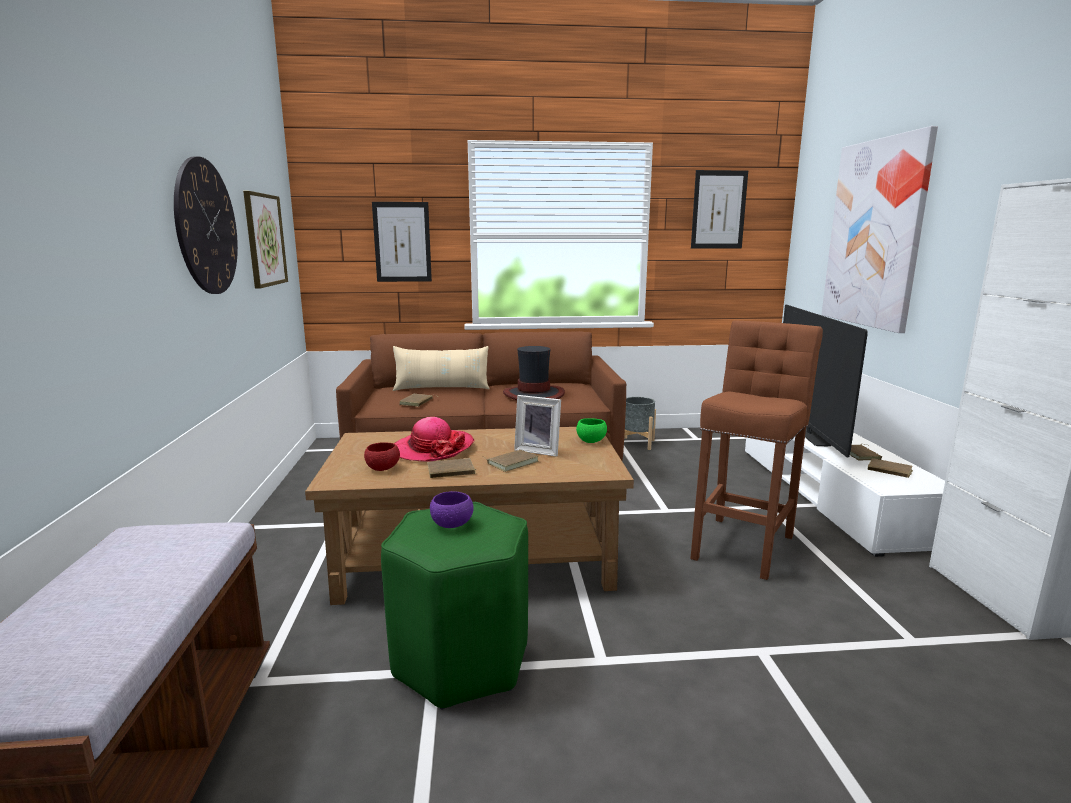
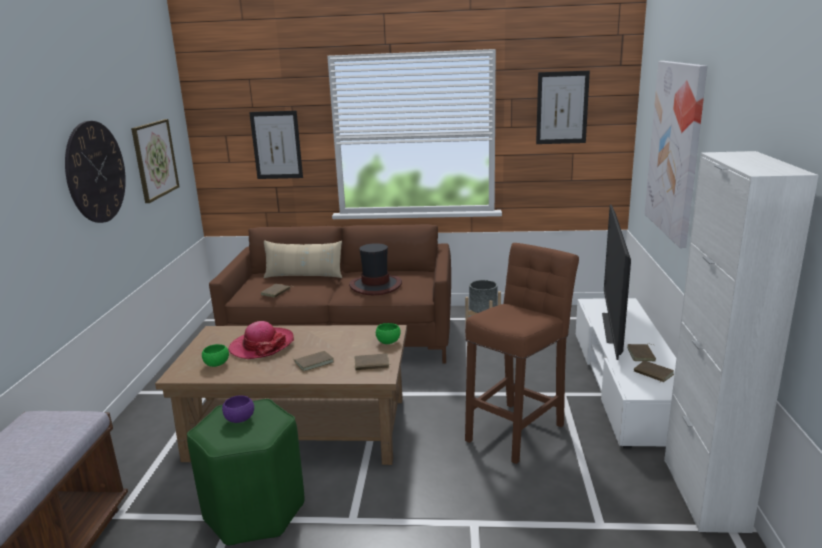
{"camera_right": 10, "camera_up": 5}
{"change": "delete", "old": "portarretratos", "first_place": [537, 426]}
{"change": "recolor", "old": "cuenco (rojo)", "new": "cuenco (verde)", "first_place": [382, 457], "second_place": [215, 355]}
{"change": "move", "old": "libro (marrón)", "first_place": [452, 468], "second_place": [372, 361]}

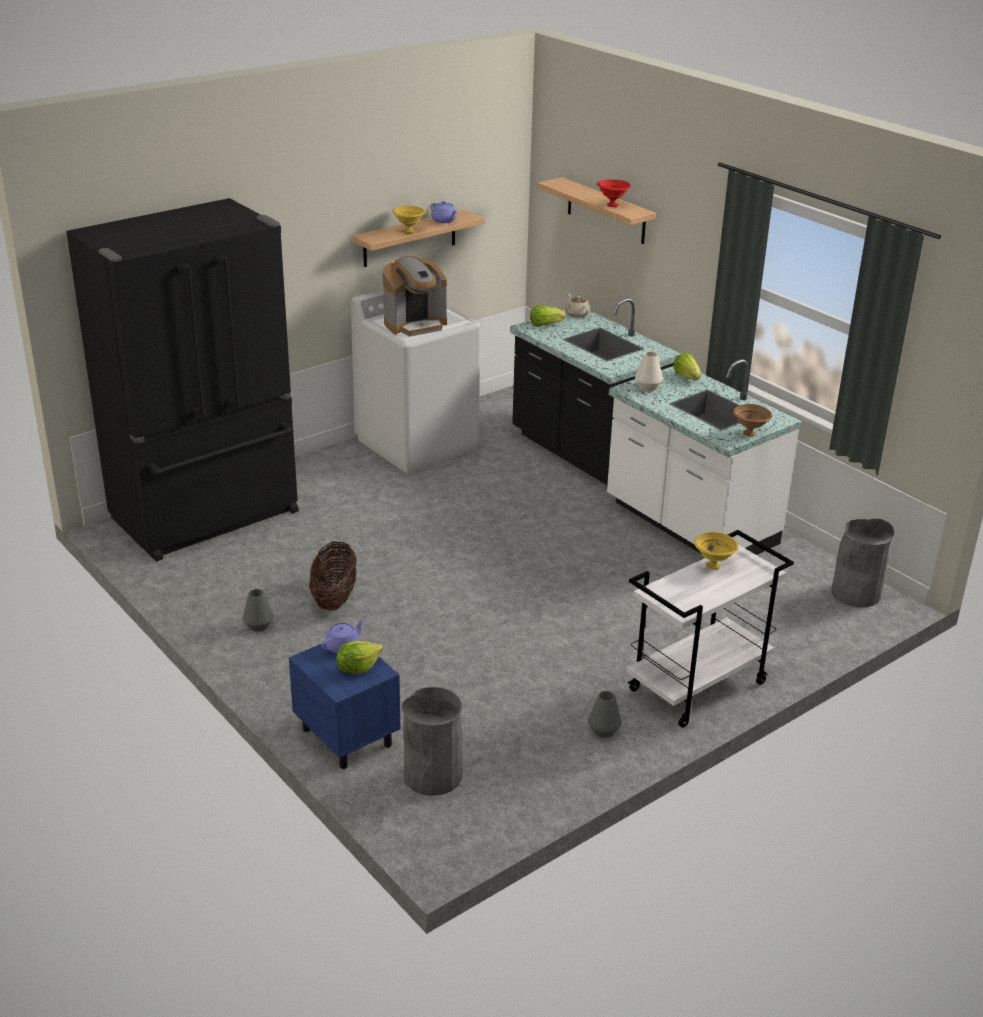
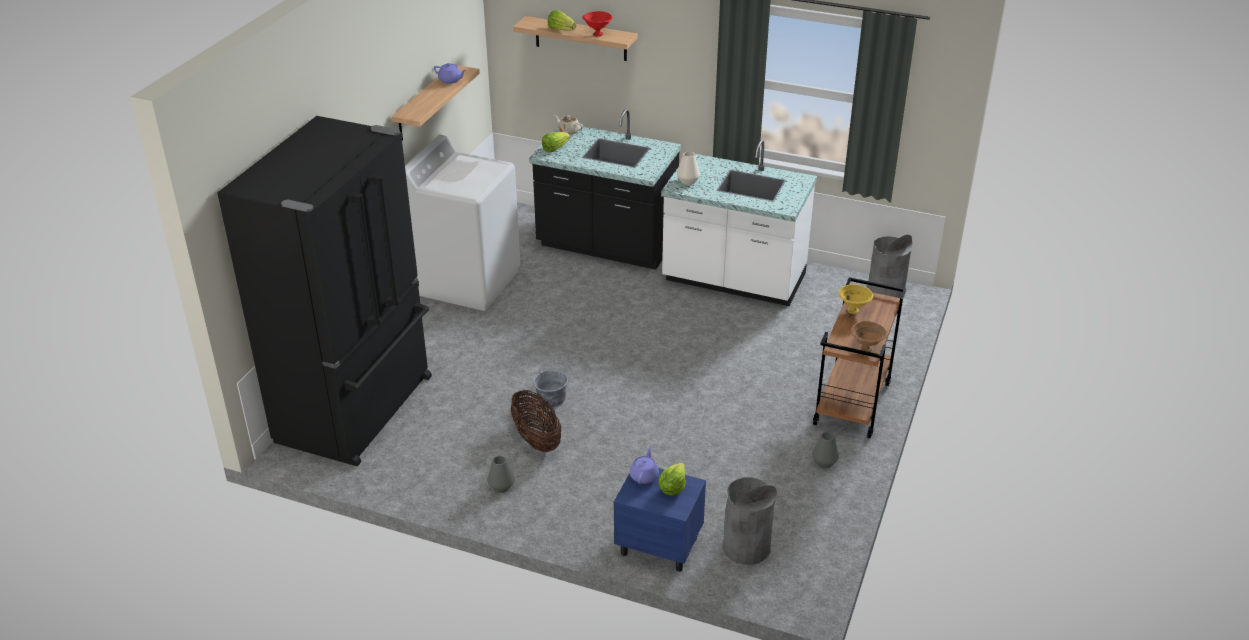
{"camera_right": -30, "camera_up": 5}
{"change": "delete", "old": "cuenco (amarillo)", "first_place": [409, 219]}
{"change": "delete", "old": "cafetera", "first_place": [415, 296]}
{"change": "move", "old": "lechuga", "first_place": [687, 366], "second_place": [562, 20]}
{"change": "move", "old": "cuenco (marrón)", "first_place": [753, 420], "second_place": [869, 336]}
{"change": "recolor", "old": "carrito (blanco)", "new": "carrito (marrón)", "first_place": [710, 629], "second_place": [859, 357]}
{"change": "insert", "new": "cubo (gris)", "second_place": [550, 385]}

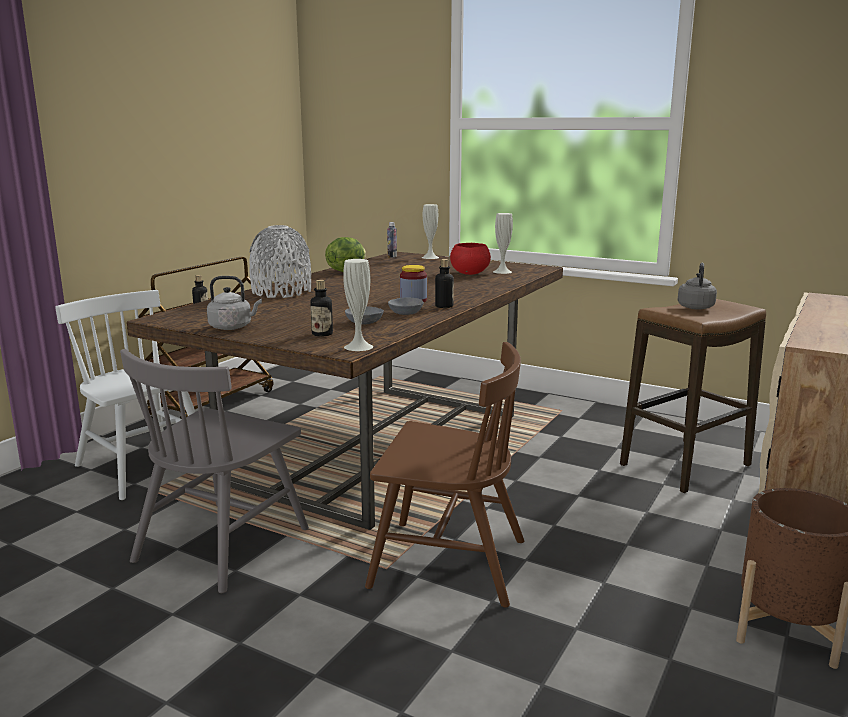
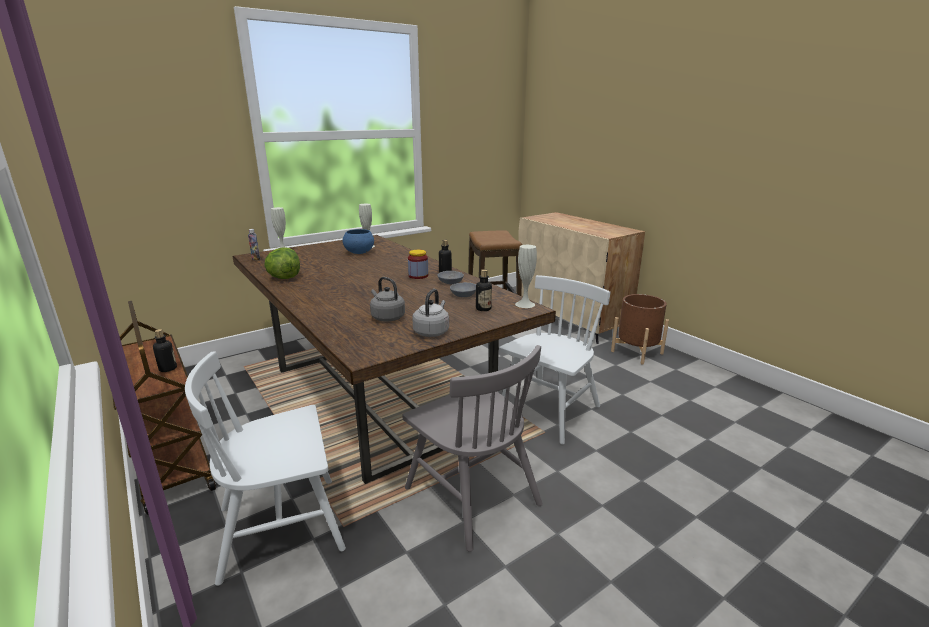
{"camera_right": -65, "camera_up": 5}
{"change": "delete", "old": "florero (gris)", "first_place": [280, 261]}
{"change": "recolor", "old": "cuenco (rojo)", "new": "cuenco (azul)", "first_place": [470, 259], "second_place": [358, 241]}
{"change": "move", "old": "hervidor (gris)", "first_place": [697, 286], "second_place": [387, 299]}
{"change": "recolor", "old": "silla (marrón)", "new": "silla (blanco)", "first_place": [444, 475], "second_place": [554, 359]}

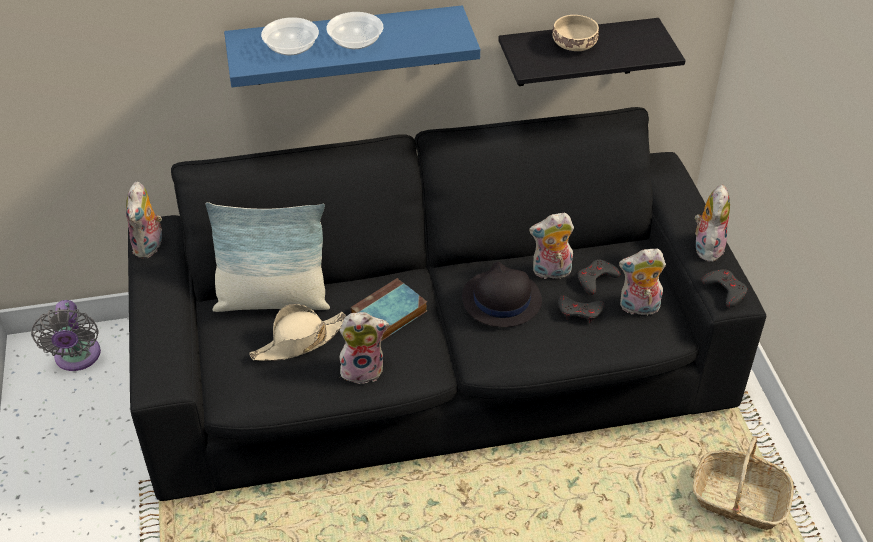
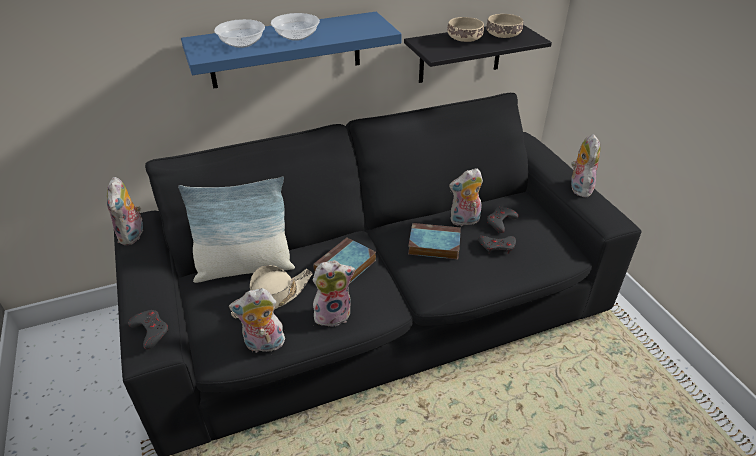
{"camera_right": -10, "camera_up": -5}
{"change": "move", "old": "peluche", "first_place": [642, 282], "second_place": [257, 320]}
{"change": "replace", "old": "sombrero (negro)", "new": "libro", "first_place": [502, 294], "second_place": [434, 241]}
{"change": "move", "old": "mando de consola (gris)", "first_place": [724, 288], "second_place": [148, 329]}
{"change": "delete", "old": "ventilador (gris)", "first_place": [66, 335]}
{"change": "delete", "old": "cesta", "first_place": [743, 483]}
{"change": "insert", "new": "cuenco (beis)", "second_place": [505, 26]}

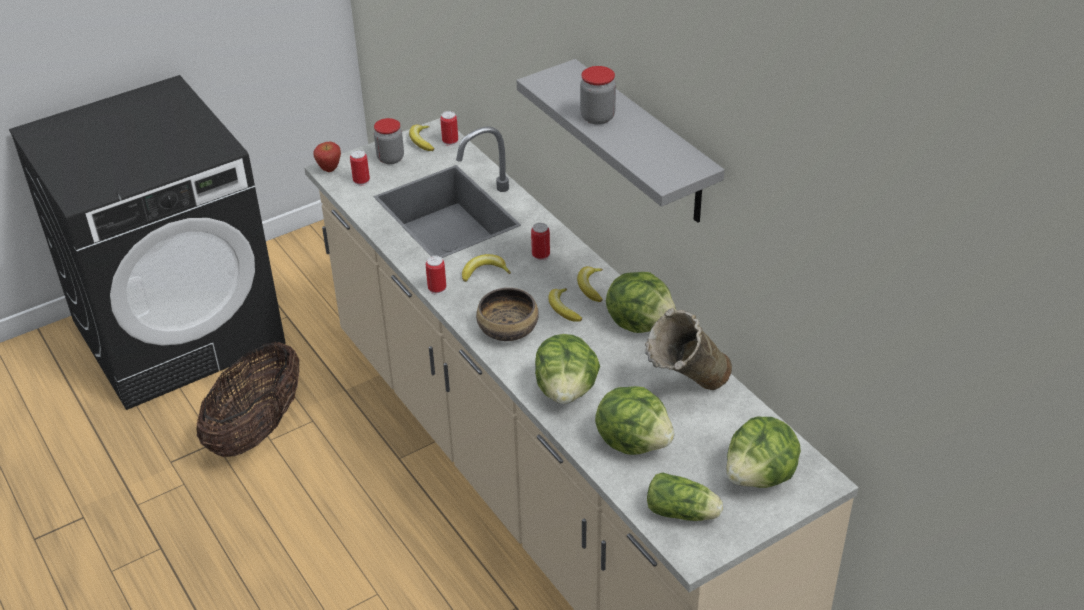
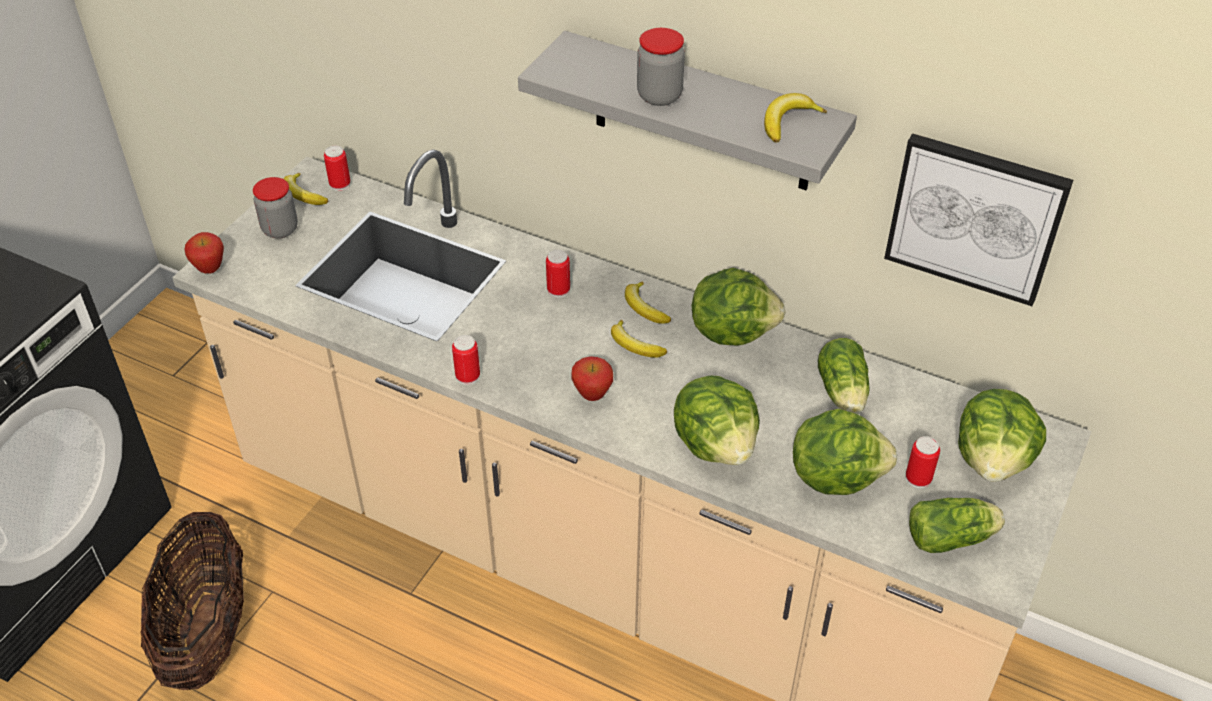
{"camera_right": -30, "camera_up": 5}
{"change": "move", "old": "lata", "first_place": [360, 168], "second_place": [923, 462]}
{"change": "move", "old": "plátano", "first_place": [486, 268], "second_place": [795, 118]}
{"change": "replace", "old": "cuenco", "new": "manzana", "first_place": [507, 314], "second_place": [592, 378]}
{"change": "replace", "old": "florero (beis)", "new": "lechuga", "first_place": [688, 349], "second_place": [843, 376]}
{"change": "insert", "new": "cuadro", "second_place": [978, 219]}

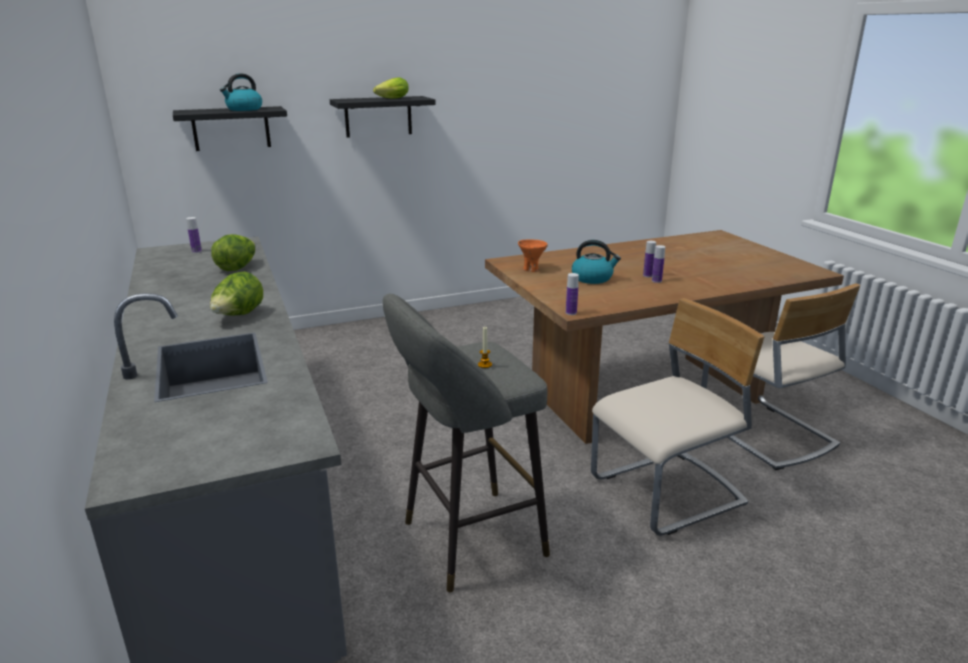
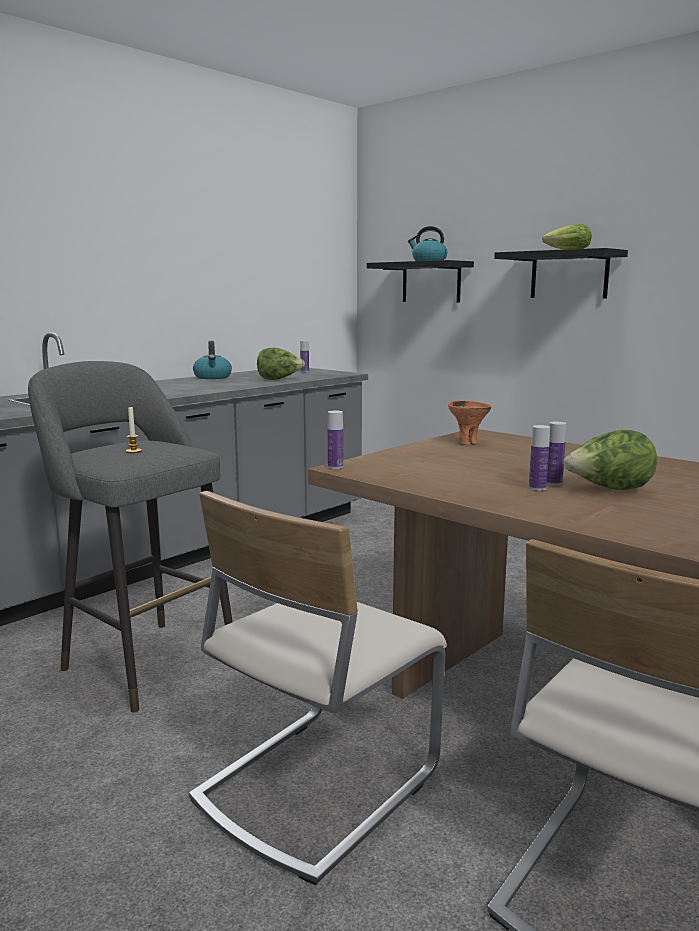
{"camera_right": 65, "camera_up": -10}
{"change": "move", "old": "hervidor", "first_place": [596, 262], "second_place": [212, 360]}
{"change": "move", "old": "lechuga", "first_place": [236, 293], "second_place": [610, 460]}
{"change": "rotate", "old": "silla (beis)", "first_place": [677, 417], "second_place": [318, 688], "degrees": 90}

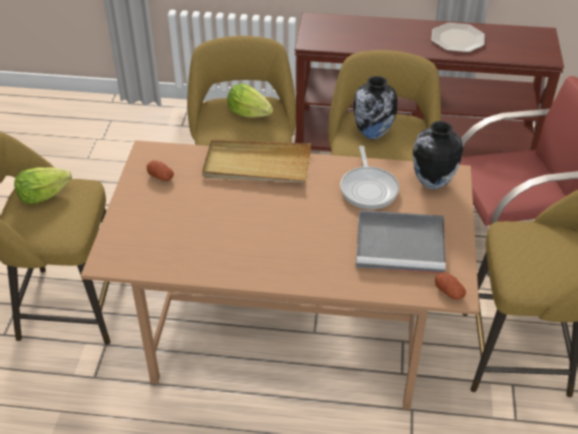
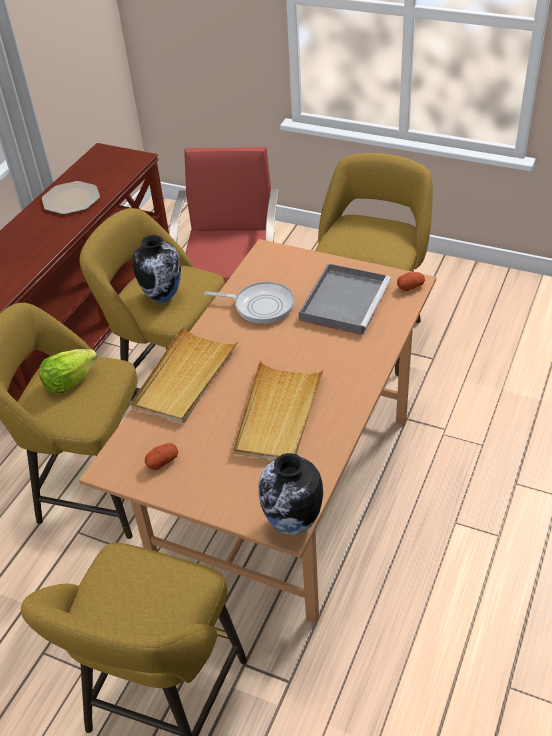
{"camera_right": -70, "camera_up": 0}
{"change": "move", "old": "florero", "first_place": [438, 155], "second_place": [290, 494]}
{"change": "delete", "old": "lechuga", "first_place": [43, 185]}
{"change": "insert", "new": "bandeja (beis)", "second_place": [278, 410]}

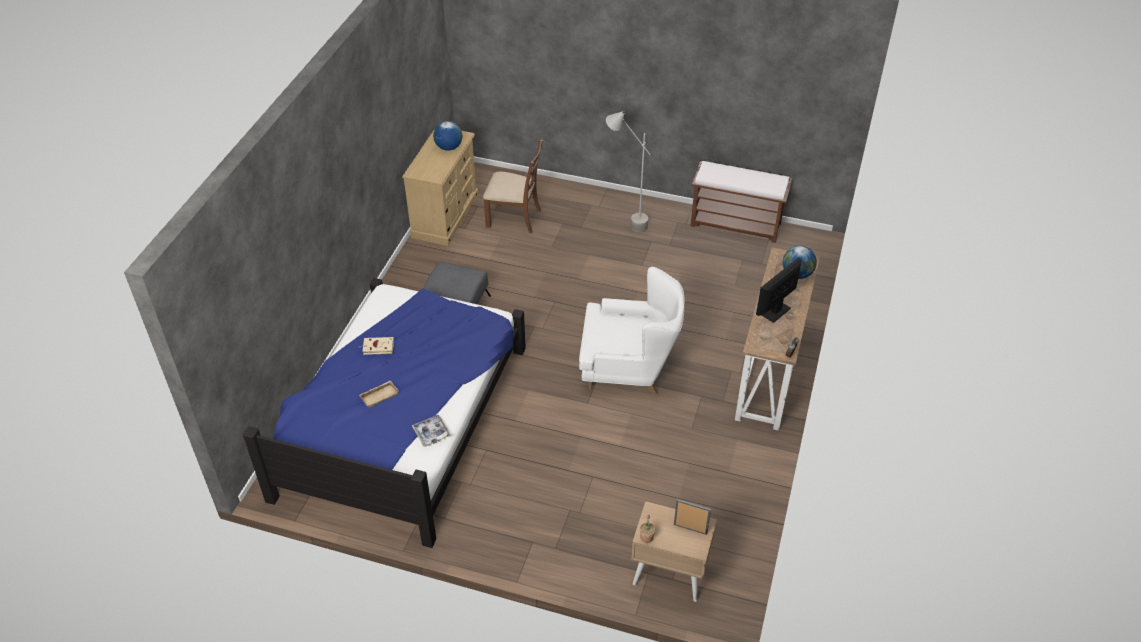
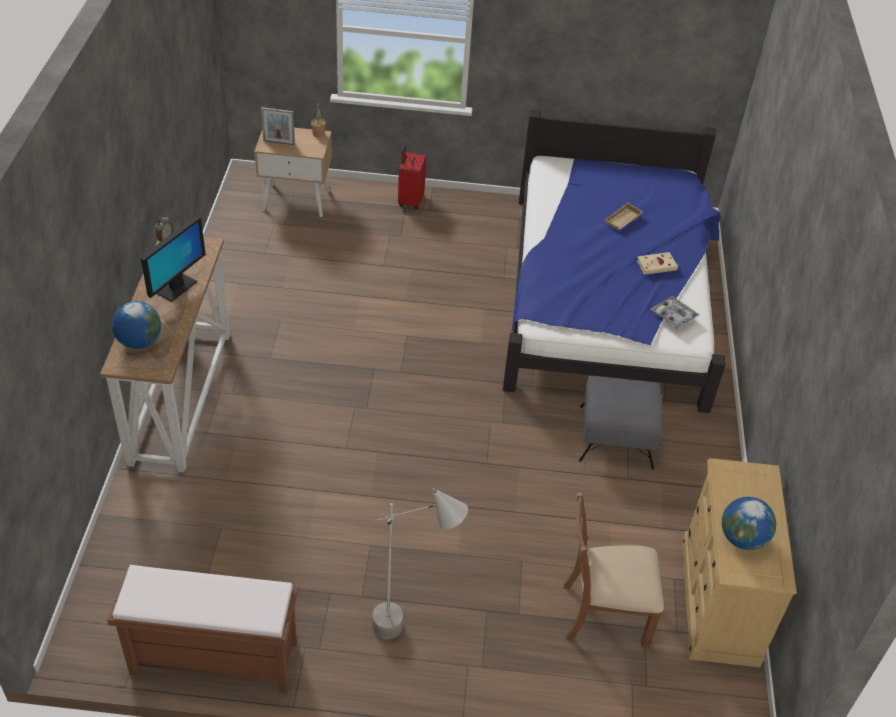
{"camera_right": 165, "camera_up": 0}
{"change": "delete", "old": "sillón (blanco)", "first_place": [632, 331]}
{"change": "move", "old": "bandeja", "first_place": [431, 431], "second_place": [675, 312]}
{"change": "insert", "new": "maleta (rojo)", "second_place": [412, 177]}

